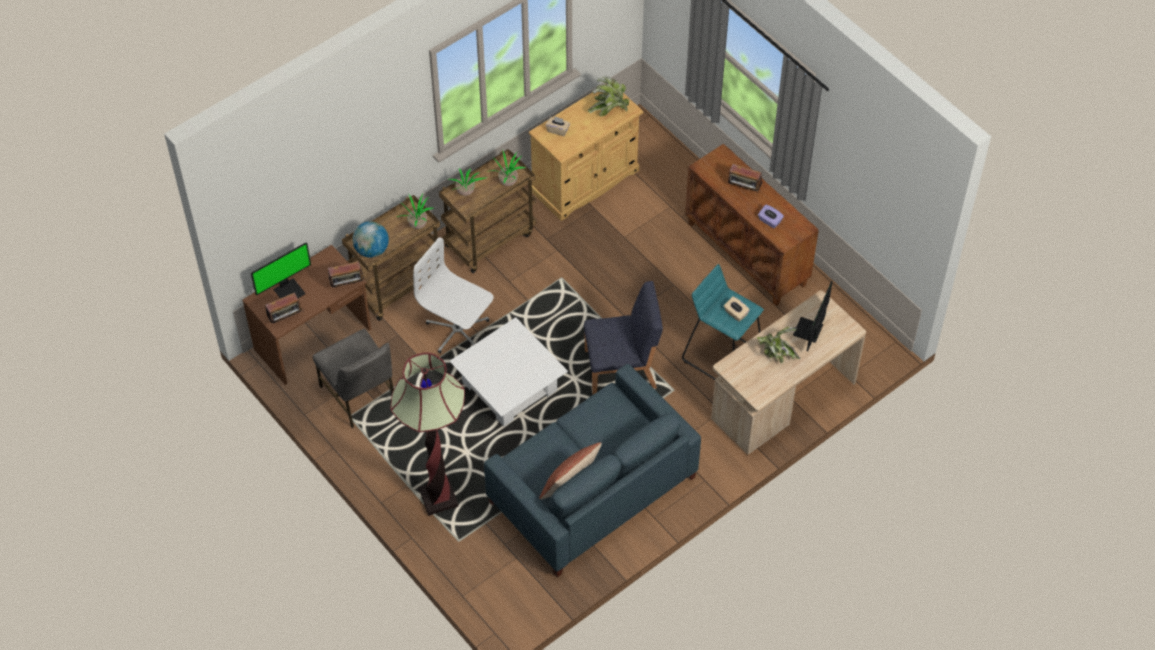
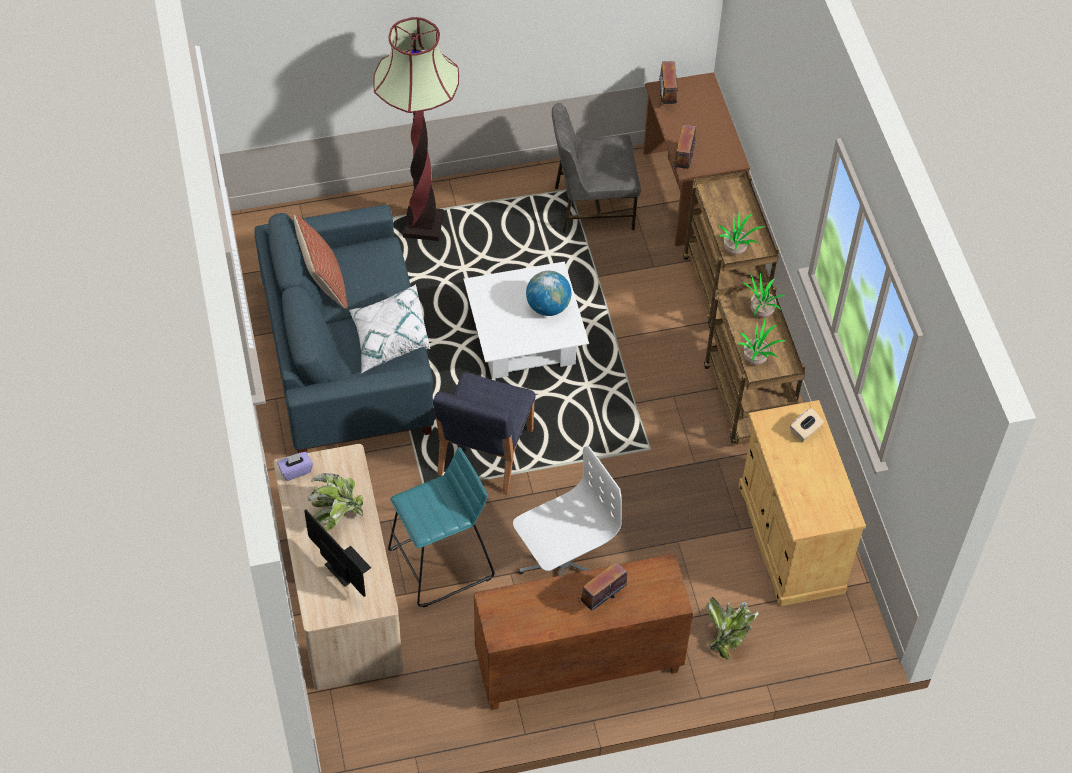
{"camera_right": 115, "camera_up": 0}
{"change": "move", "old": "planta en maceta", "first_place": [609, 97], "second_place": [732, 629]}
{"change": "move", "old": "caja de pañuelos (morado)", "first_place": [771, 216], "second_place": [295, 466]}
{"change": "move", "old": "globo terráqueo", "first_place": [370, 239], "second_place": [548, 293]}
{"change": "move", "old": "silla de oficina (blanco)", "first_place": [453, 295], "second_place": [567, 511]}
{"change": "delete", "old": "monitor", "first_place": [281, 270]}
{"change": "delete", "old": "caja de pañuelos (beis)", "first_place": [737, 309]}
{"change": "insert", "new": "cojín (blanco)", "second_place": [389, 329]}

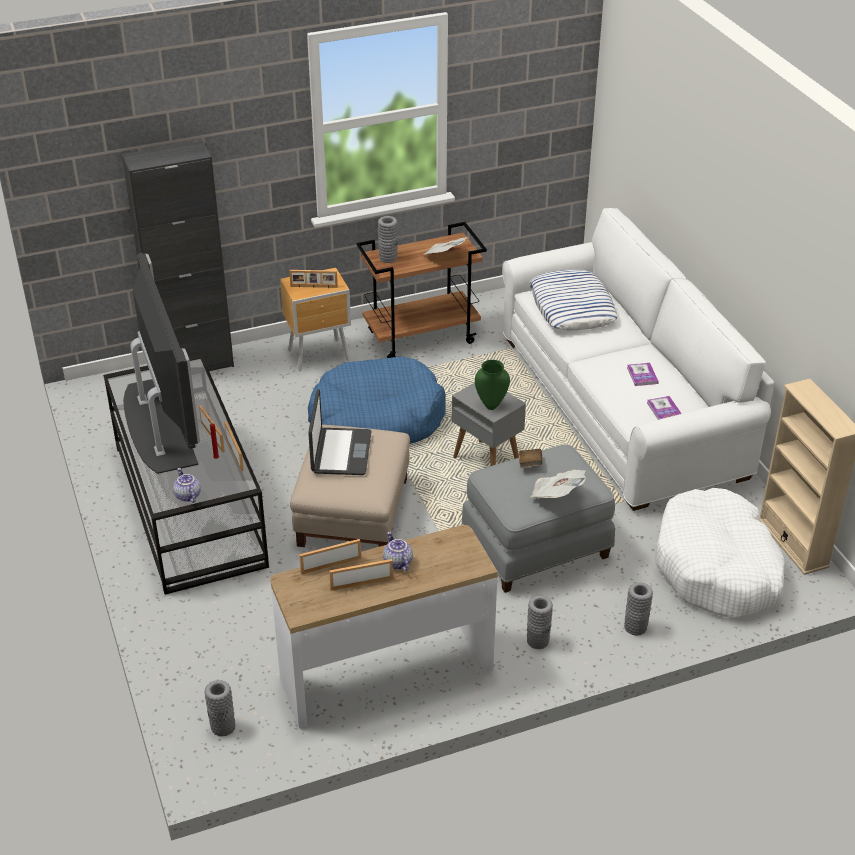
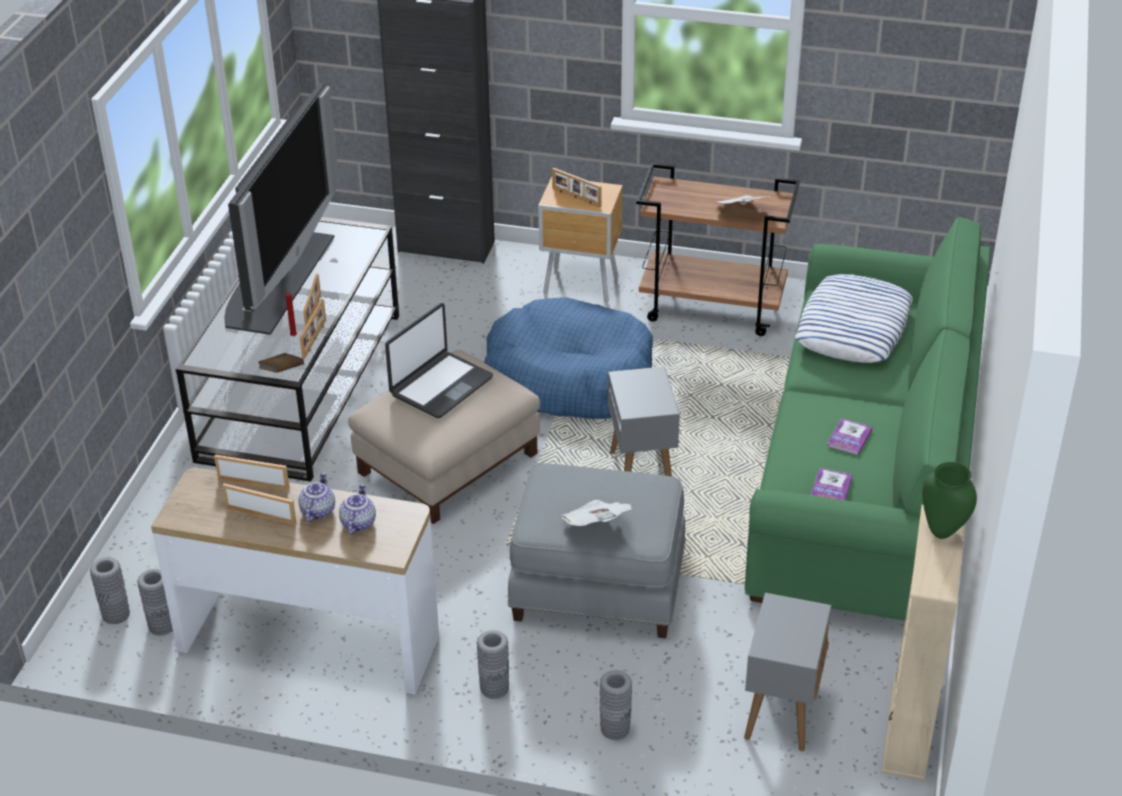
{"camera_right": 35, "camera_up": 0}
{"change": "recolor", "old": "sofá (blanco)", "new": "sofá (verde)", "first_place": [638, 359], "second_place": [867, 418]}
{"change": "move", "old": "florero (gris)", "first_place": [388, 239], "second_place": [155, 602]}
{"change": "move", "old": "florero (verde)", "first_place": [492, 385], "second_place": [949, 500]}
{"change": "move", "old": "libro (marrón)", "first_place": [530, 458], "second_place": [281, 363]}
{"change": "move", "old": "tetera", "first_place": [187, 485], "second_place": [357, 509]}
{"change": "replace", "old": "cama para perro (blanco)", "new": "mesa auxiliar (gris)", "first_place": [720, 552], "second_place": [787, 672]}

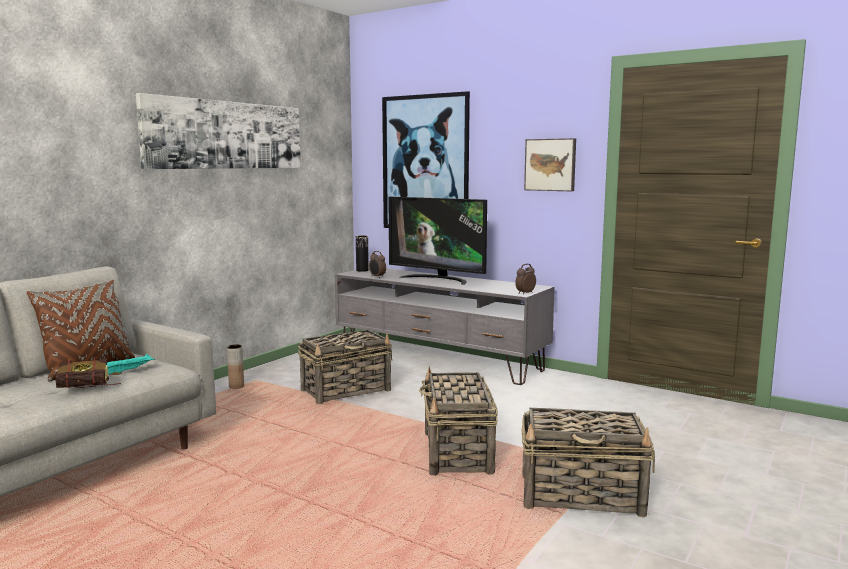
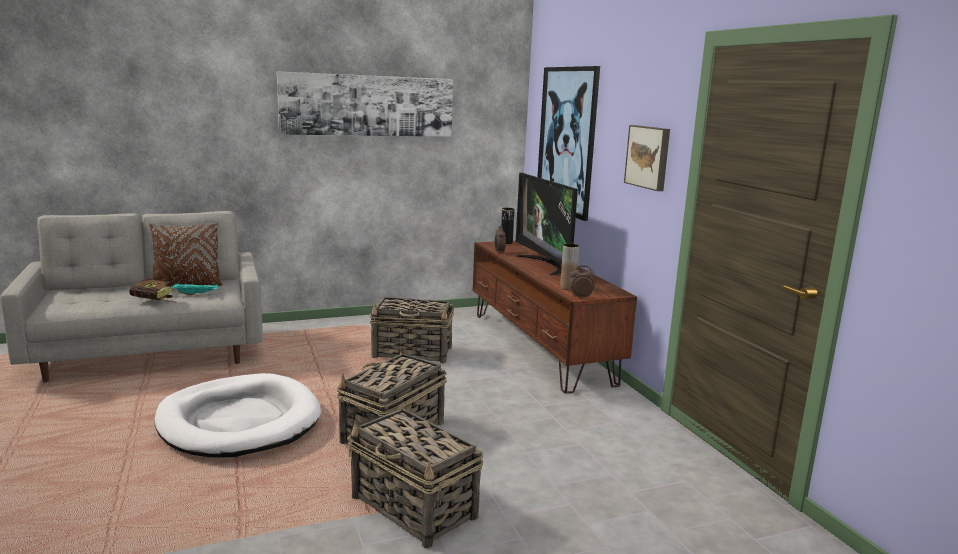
{"camera_right": 35, "camera_up": 5}
{"change": "recolor", "old": "mueble de televisión (gris)", "new": "mueble de televisión (marrón)", "first_place": [445, 327], "second_place": [555, 317]}
{"change": "move", "old": "florero (marrón)", "first_place": [235, 367], "second_place": [569, 266]}
{"change": "insert", "new": "cama para perro (blanco)", "second_place": [237, 415]}

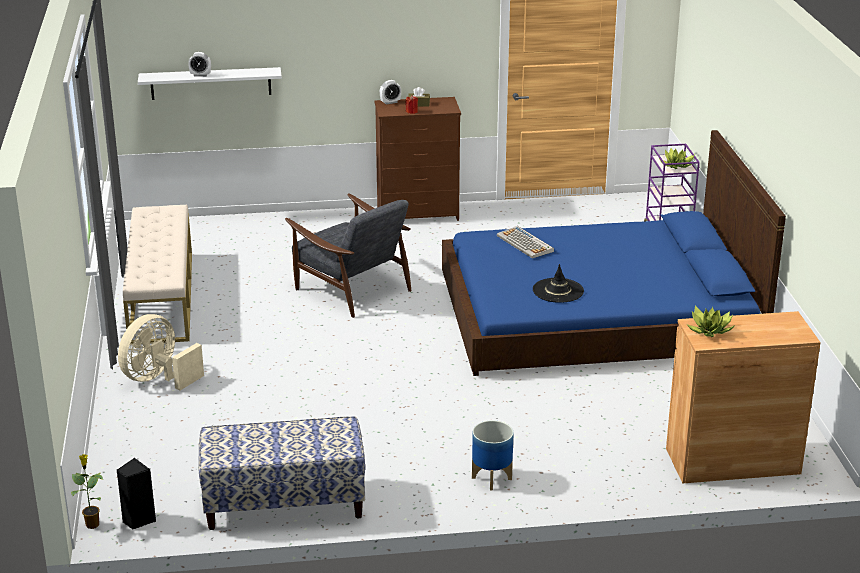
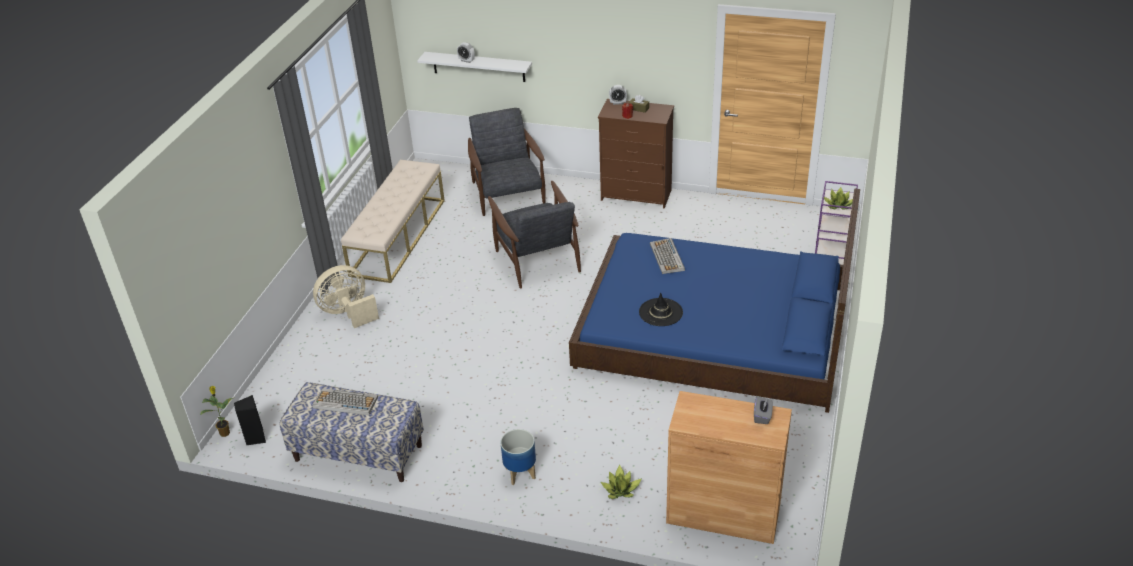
{"camera_right": 25, "camera_up": 10}
{"change": "move", "old": "planta en maceta", "first_place": [710, 321], "second_place": [621, 482]}
{"change": "insert", "new": "sillón (gris)", "second_place": [507, 162]}
{"change": "insert", "new": "teclado", "second_place": [345, 401]}
{"change": "insert", "new": "caja de pañuelos (gris)", "second_place": [763, 410]}

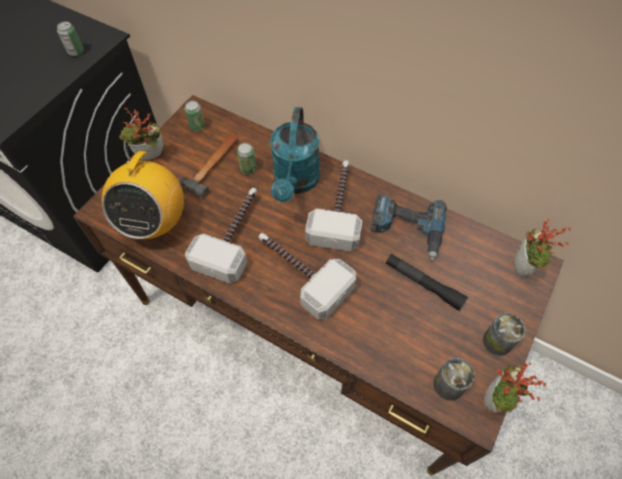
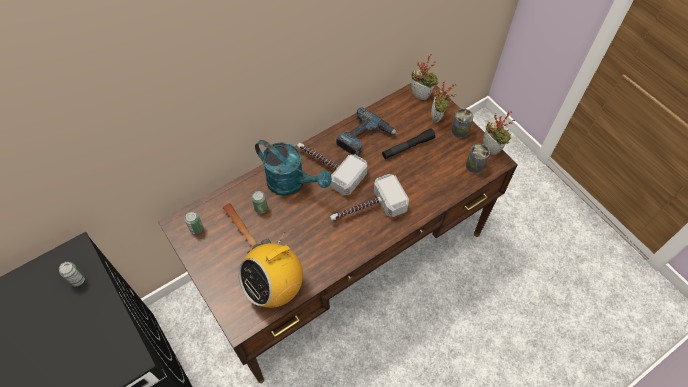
{"camera_right": -65, "camera_up": 0}
{"change": "move", "old": "planta en maceta", "first_place": [141, 134], "second_place": [444, 102]}
{"change": "rotate", "old": "radio", "first_place": [143, 192], "second_place": [270, 270], "degrees": 105}
{"change": "delete", "old": "martillo", "first_place": [221, 236]}

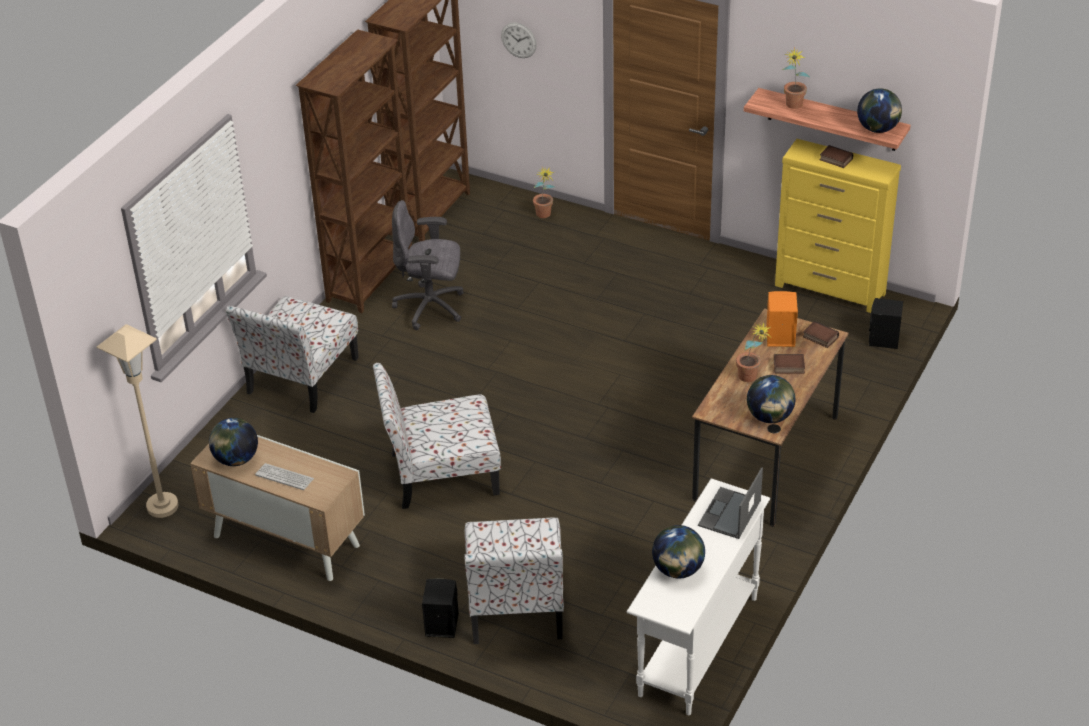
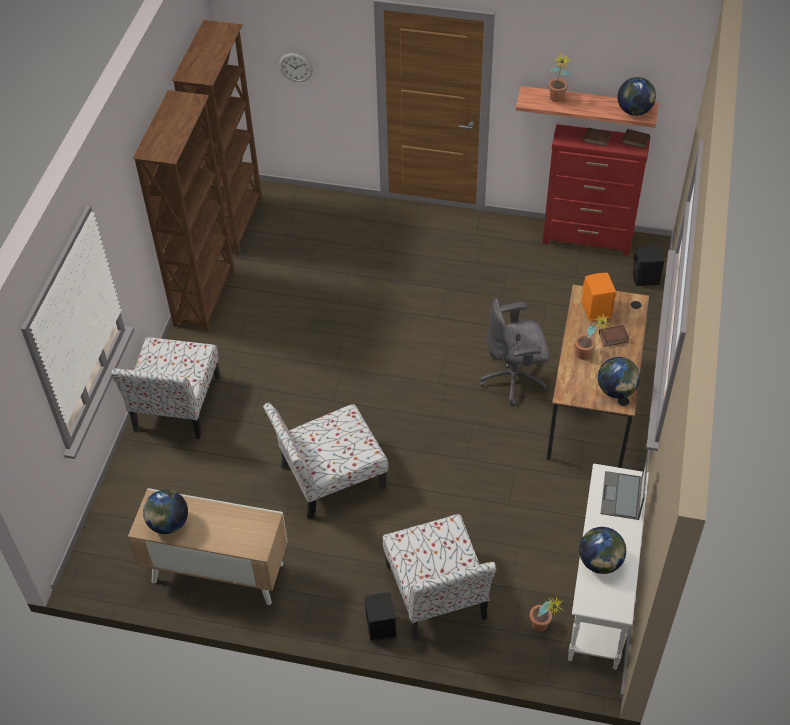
{"camera_right": -15, "camera_up": 10}
{"change": "recolor", "old": "cómoda (amarillo)", "new": "cómoda (rojo)", "first_place": [838, 226], "second_place": [596, 189]}
{"change": "move", "old": "planta en maceta", "first_place": [544, 192], "second_place": [546, 614]}
{"change": "move", "old": "silla de oficina (gris)", "first_place": [428, 265], "second_place": [514, 352]}
{"change": "move", "old": "libro", "first_place": [821, 334], "second_place": [636, 139]}
{"change": "delete", "old": "lámpara de pie (beis)", "first_place": [137, 421]}
{"change": "delete", "old": "teclado", "first_place": [284, 476]}

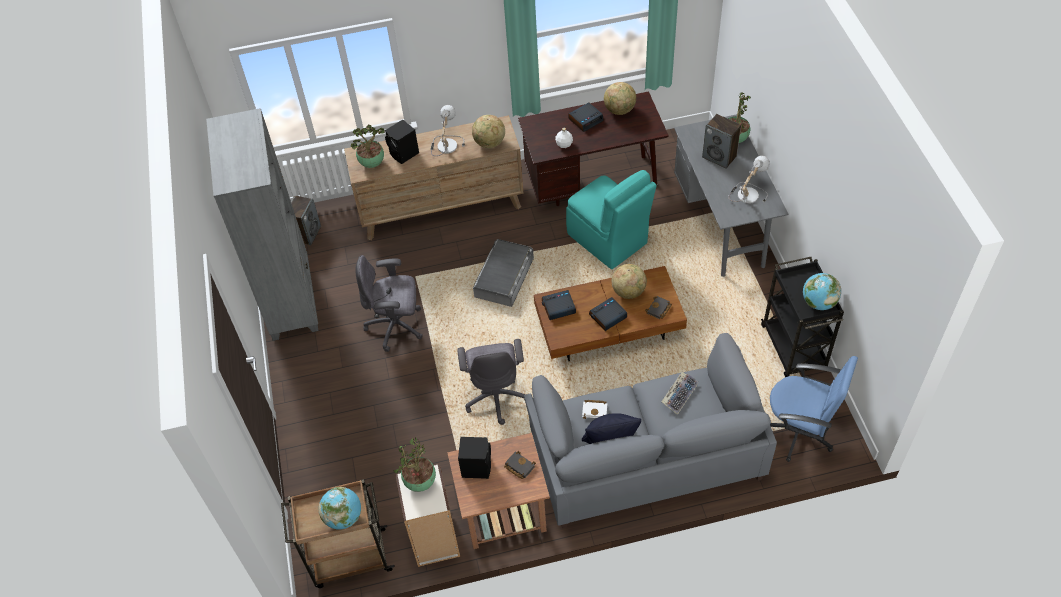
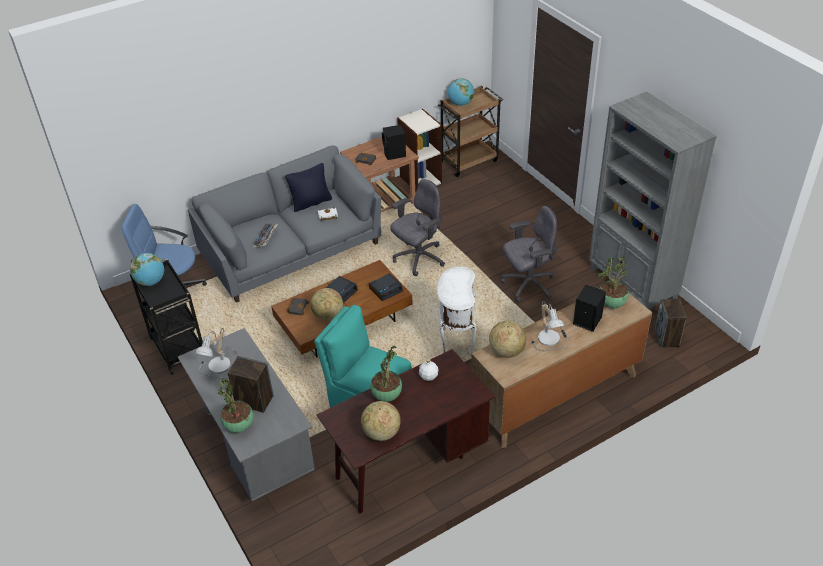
{"camera_right": 160, "camera_up": -10}
{"change": "delete", "old": "despertador", "first_place": [586, 117]}
{"change": "replace", "old": "caja de almacenaje (gris)", "new": "mesa auxiliar (blanco)", "first_place": [503, 273], "second_place": [456, 313]}
{"change": "rotate", "old": "silla de oficina (gris)", "first_place": [491, 382], "second_place": [417, 227], "degrees": 75}
{"change": "move", "old": "planta en maceta", "first_place": [414, 464], "second_place": [386, 374]}

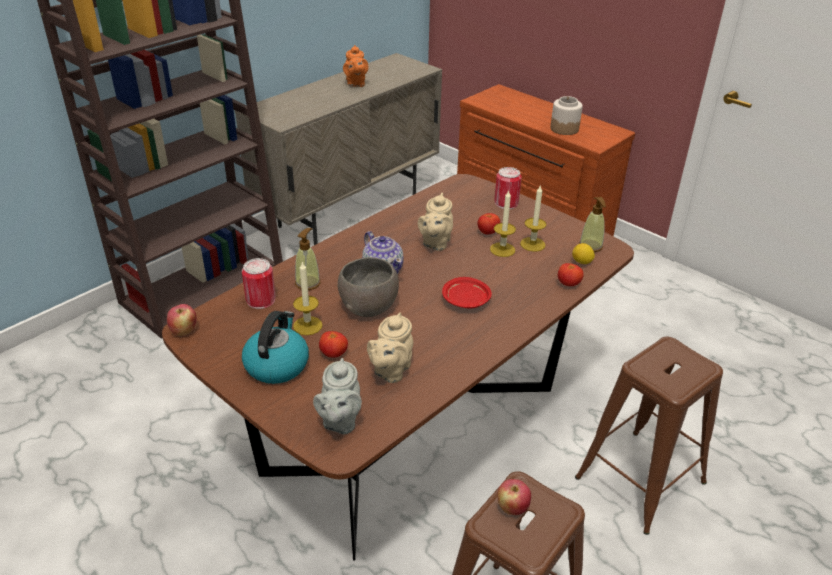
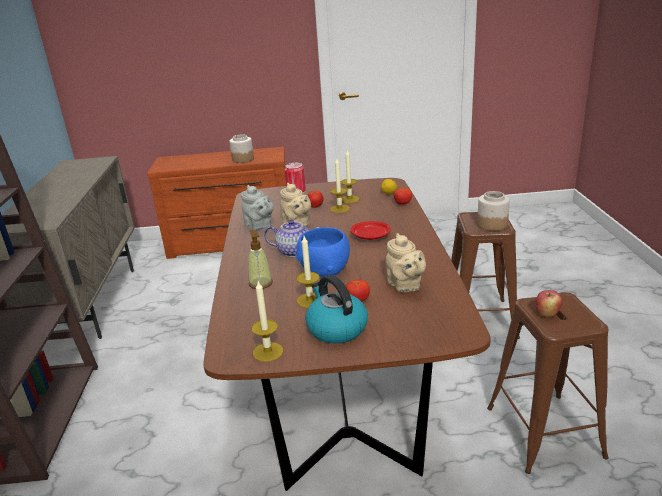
{"camera_right": -45, "camera_up": -10}
{"change": "delete", "old": "tetera (naranja)", "first_place": [355, 66]}
{"change": "delete", "old": "dispensador de jabón", "first_place": [592, 224]}
{"change": "recolor", "old": "cuenco (gris)", "new": "cuenco (azul)", "first_place": [368, 287], "second_place": [322, 252]}
{"change": "delete", "old": "lata", "first_place": [259, 283]}
{"change": "delete", "old": "manzana", "first_place": [181, 320]}
{"change": "move", "old": "tetera (gris)", "first_place": [337, 396], "second_place": [257, 208]}
{"change": "insert", "new": "tarro", "second_place": [493, 211]}
{"change": "insert", "new": "vela", "second_place": [267, 321]}

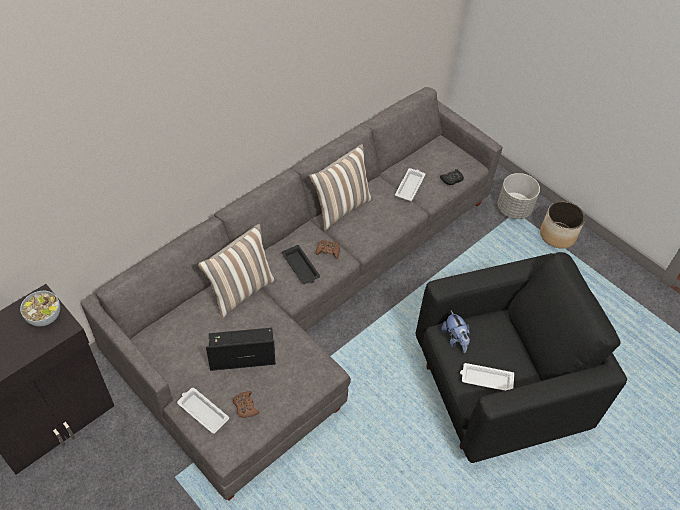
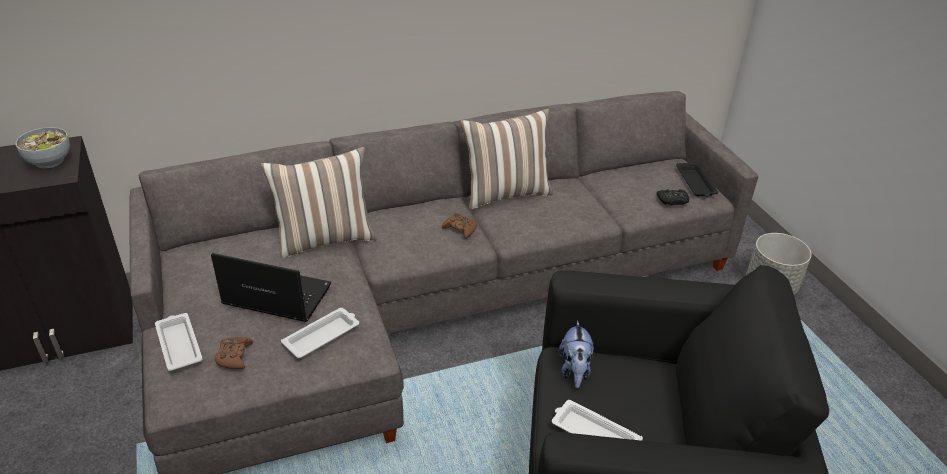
{"camera_right": 25, "camera_up": -15}
{"change": "move", "old": "bandeja (blanco)", "first_place": [410, 184], "second_place": [320, 333]}
{"change": "delete", "old": "maceta", "first_place": [562, 225]}
{"change": "move", "old": "bandeja (negro)", "first_place": [301, 264], "second_place": [697, 179]}

